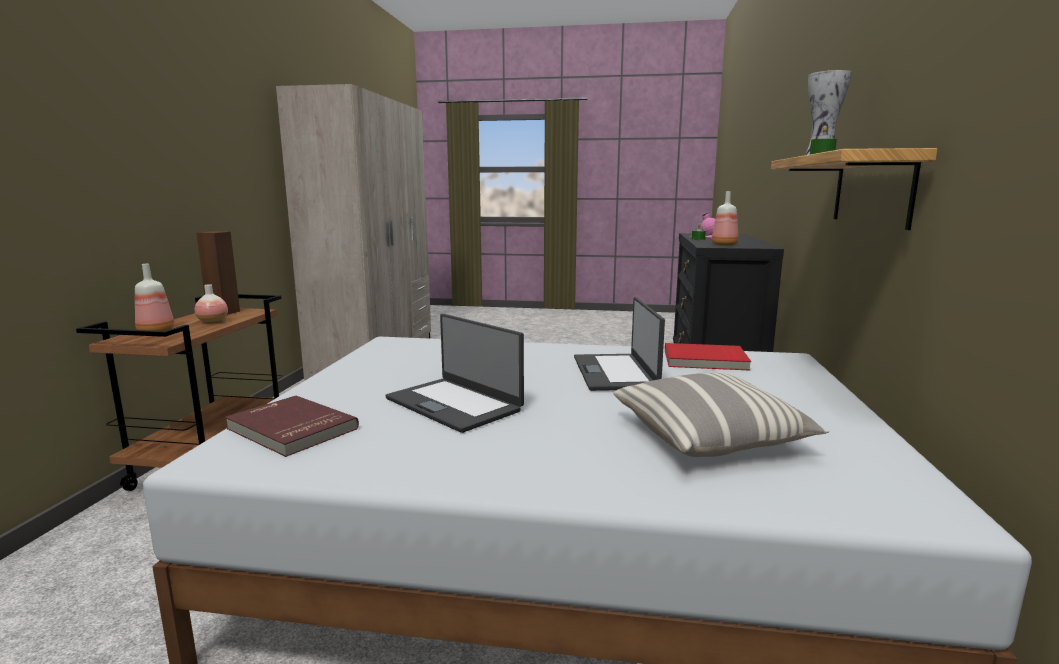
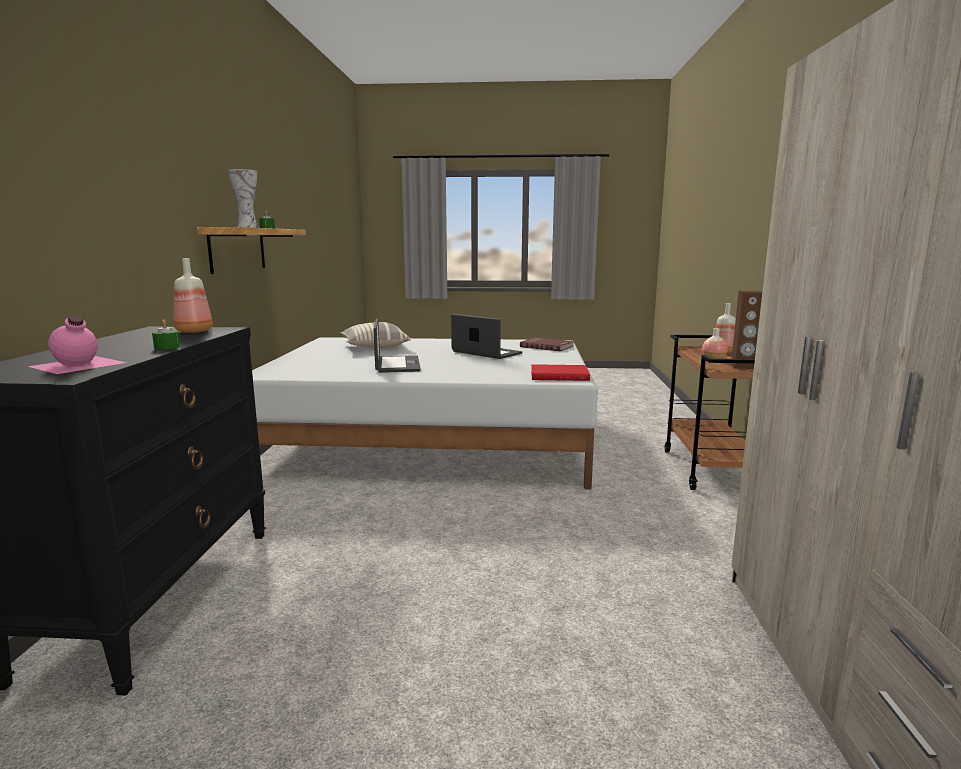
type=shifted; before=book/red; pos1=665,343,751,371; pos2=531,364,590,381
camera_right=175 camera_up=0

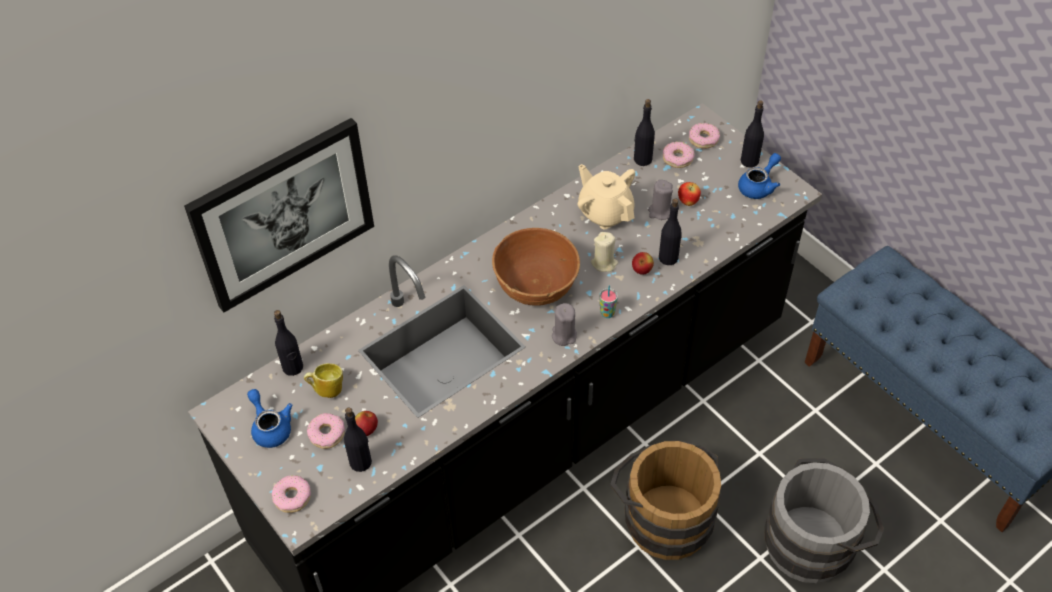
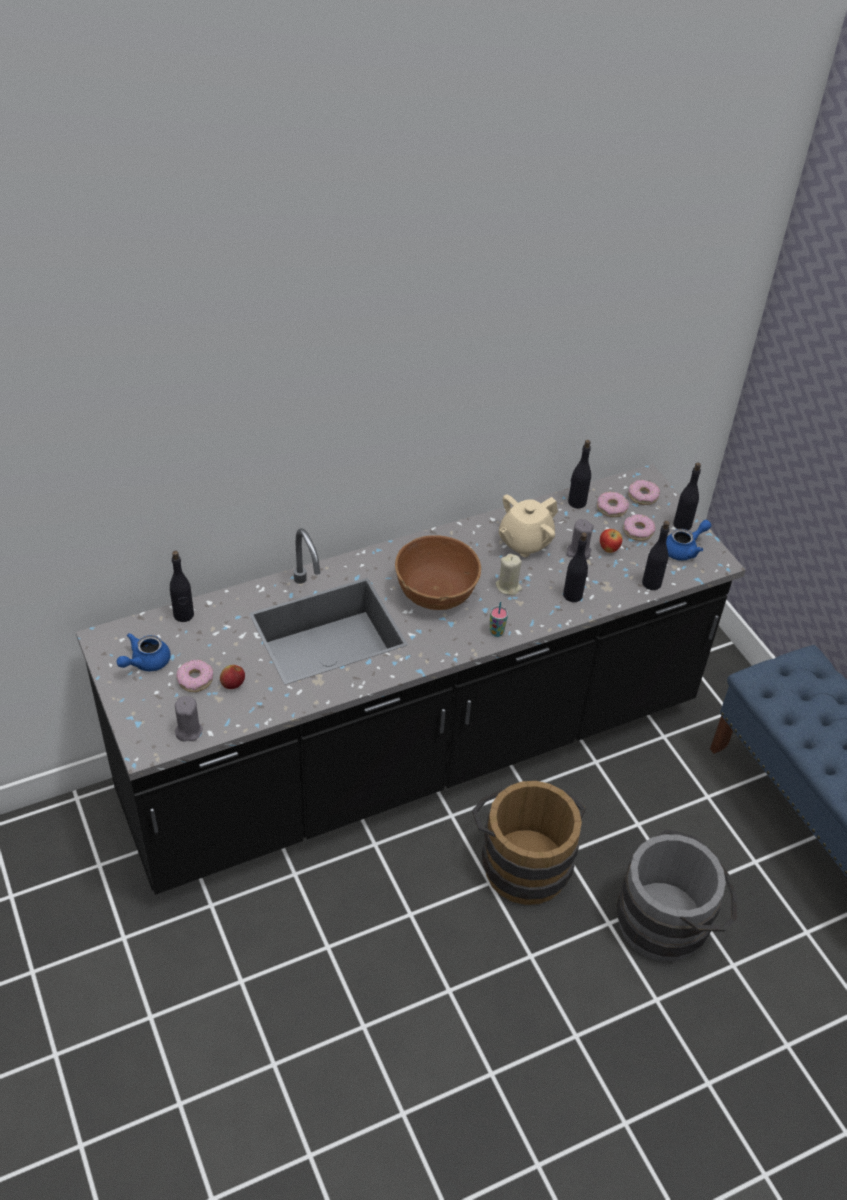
type=gone; before=picture; pos1=184,118,374,312
type=gone; before=mug; pos1=304,363,343,398
type=gone; before=apple; pos1=632,252,654,275
type=shifted; before=donut; pos1=272,475,311,513; pos2=623,514,655,541
type=shifted; before=bottle/black; pos1=344,408,372,472; pos2=642,521,670,590
type=shifted; before=candle/grey; pos1=552,303,577,346; pos2=175,696,203,741
type=rotated; before=teapot/blue; pos1=247,389,292,448; pos2=117,633,171,671; turn=-120
type=rotated; before=teapot/beige; pos1=578,164,635,229; pos2=499,494,558,557; turn=-105
camera_right=10 camera_up=-5

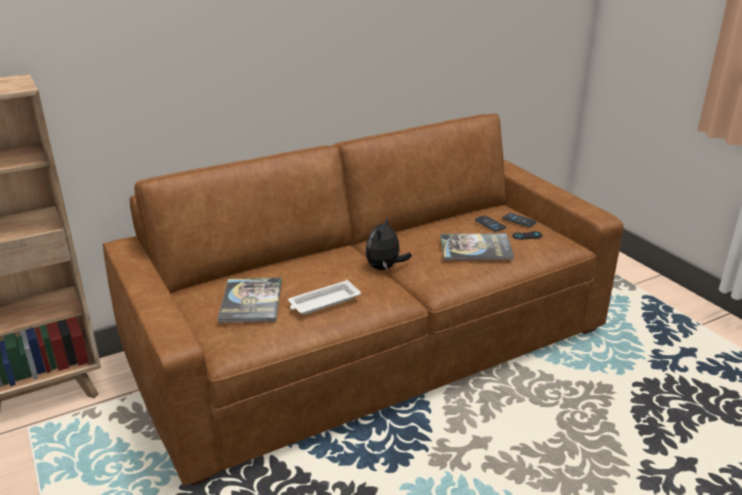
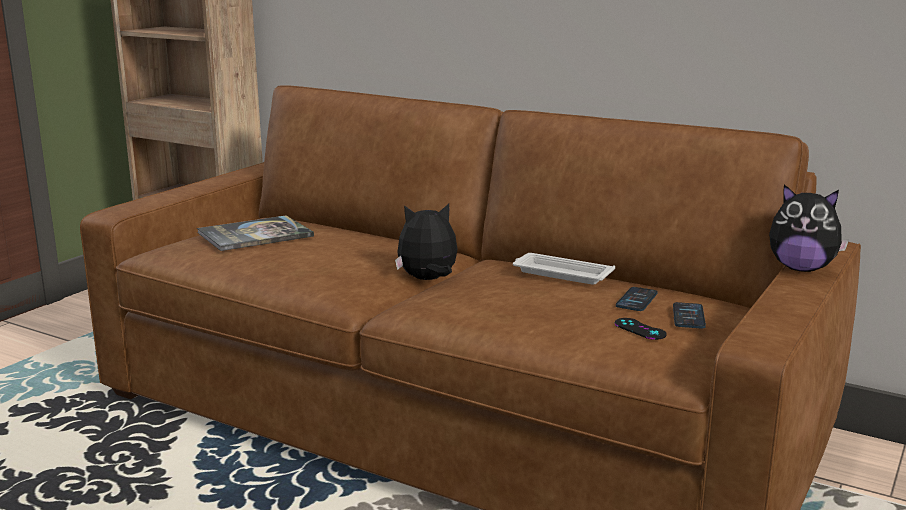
type=gone; before=book; pos1=440,233,514,260
type=new; after=plush toy; pos2=769,184,849,272
type=shifted; before=tray/white; pos1=288,280,361,315; pos2=513,253,615,285
camera_right=60 camera_up=-10

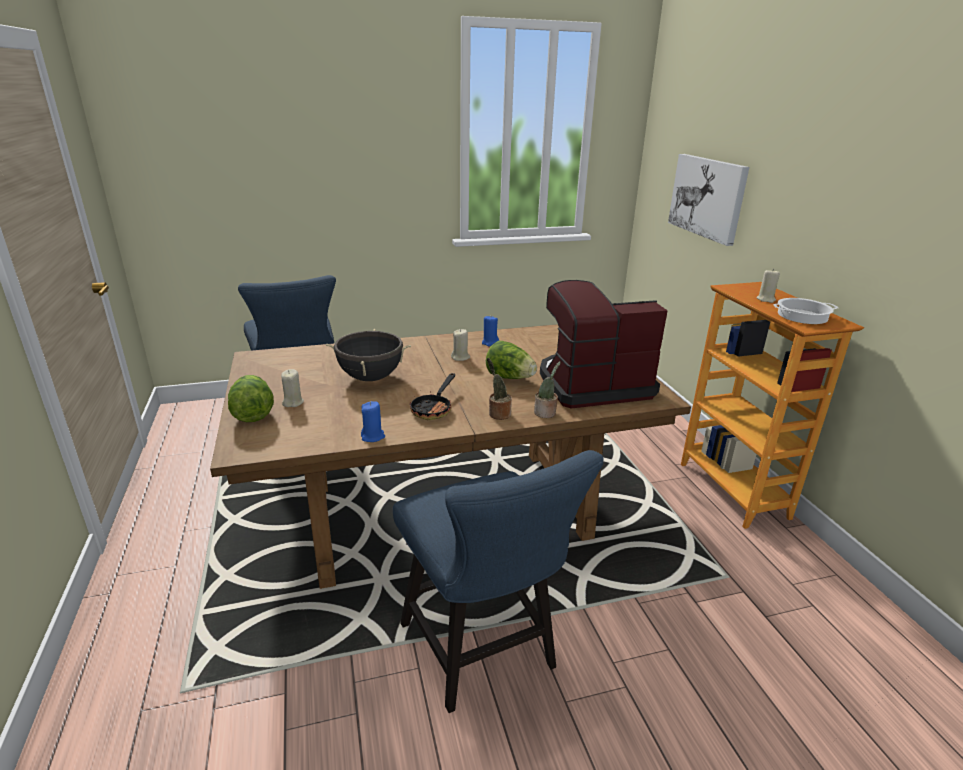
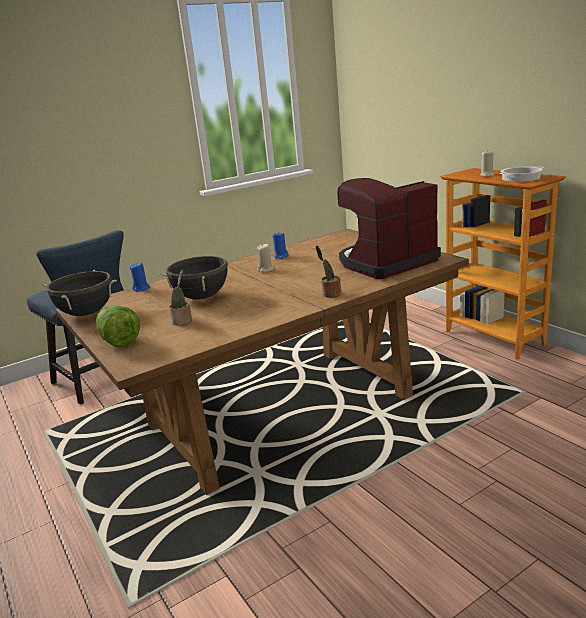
type=gone; before=candle/beige; pos1=281,369,304,407
type=gone; before=chair/blue; pos1=393,450,604,713
type=gone; before=frying pan; pos1=410,373,455,420
type=gone; before=lettuce; pos1=486,341,537,379
type=gone; before=picture; pos1=668,154,749,246
type=new; after=cooking pot/black; pos2=42,270,117,316
type=shifted; before=candle/blue; pos1=361,401,385,442; pos2=130,263,150,292
type=shifted; before=potted plant; pos1=534,361,561,418; pos2=169,270,192,326
camera_right=-15 camera_up=-5

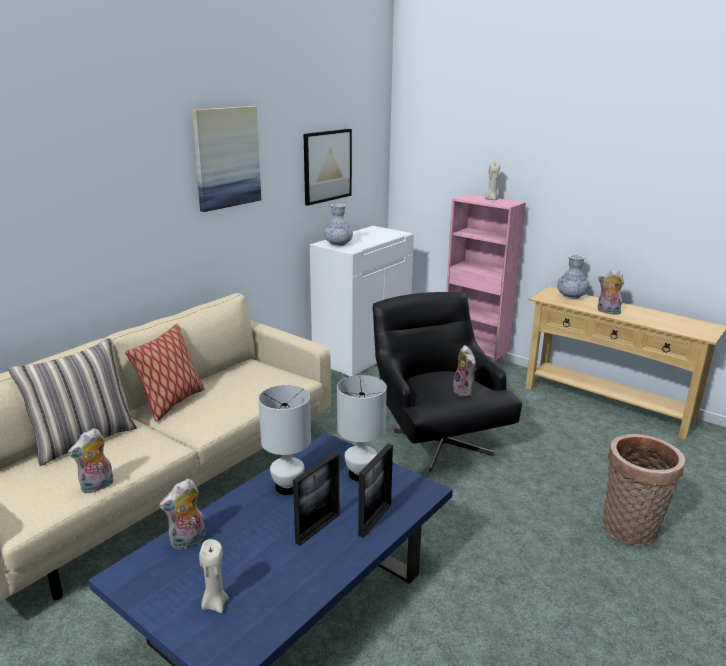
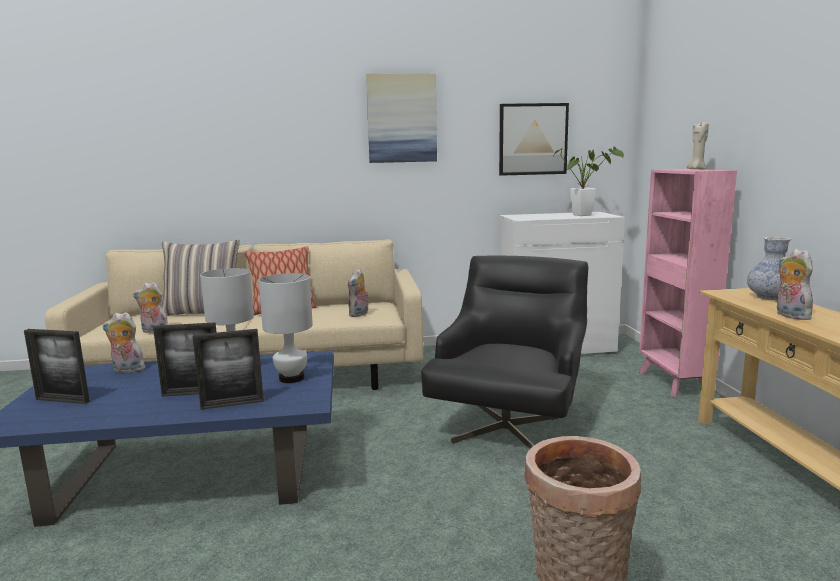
type=gone; before=vase; pos1=324,204,353,246
type=new; after=potted plant; pos2=553,146,624,216
type=shifted; before=plush toy; pos1=453,345,476,397; pos2=348,268,368,317
type=swapped; before=candle/beige; after=picture frame; pos1=199,539,229,613; pos2=24,329,90,404
camera_right=45 camera_up=-10

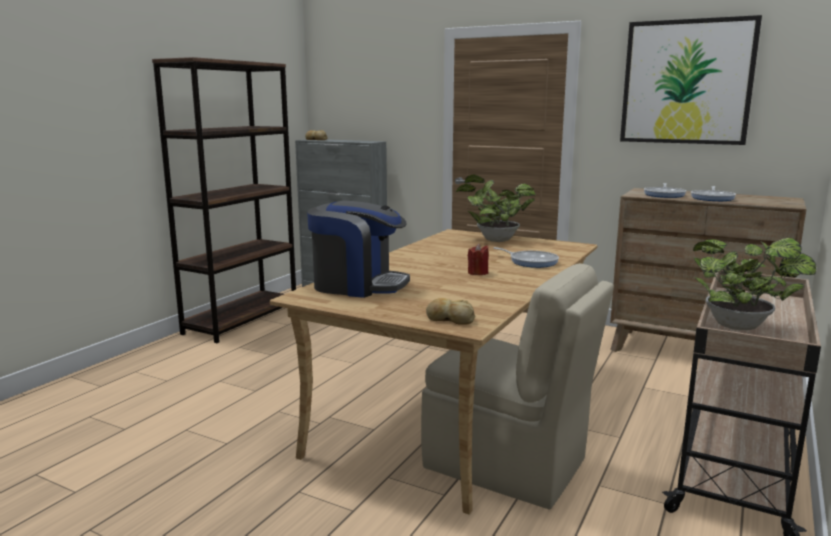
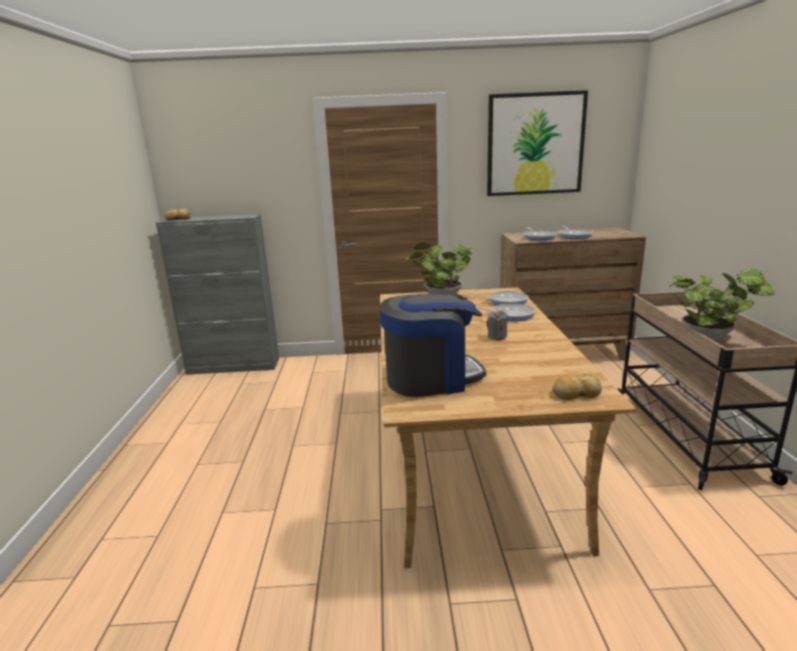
type=gone; before=bookcase/brown; pos1=152,57,296,343
type=gone; before=chair/beige; pos1=421,263,614,509
type=new; after=frying pan; pos2=469,291,528,305
type=repainted; before=candle/red; after=candle/grey; pos1=468,244,489,275; pos2=487,310,507,340
camera_right=-30 camera_up=5

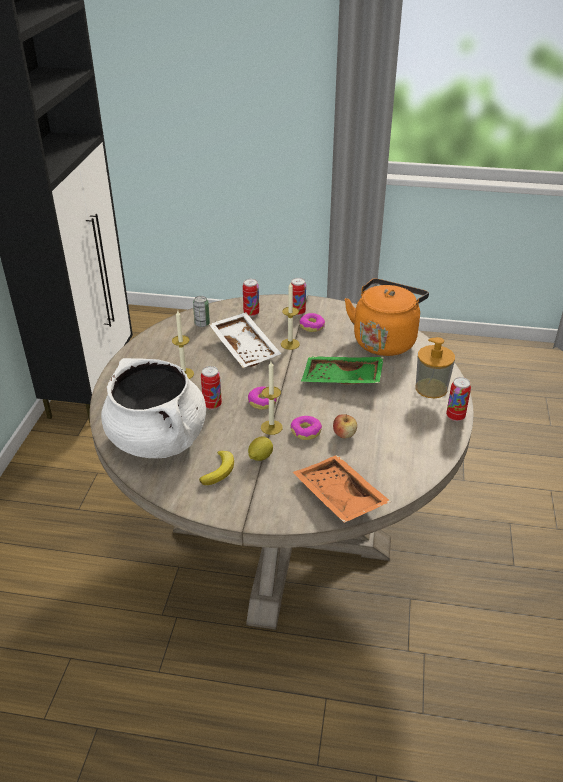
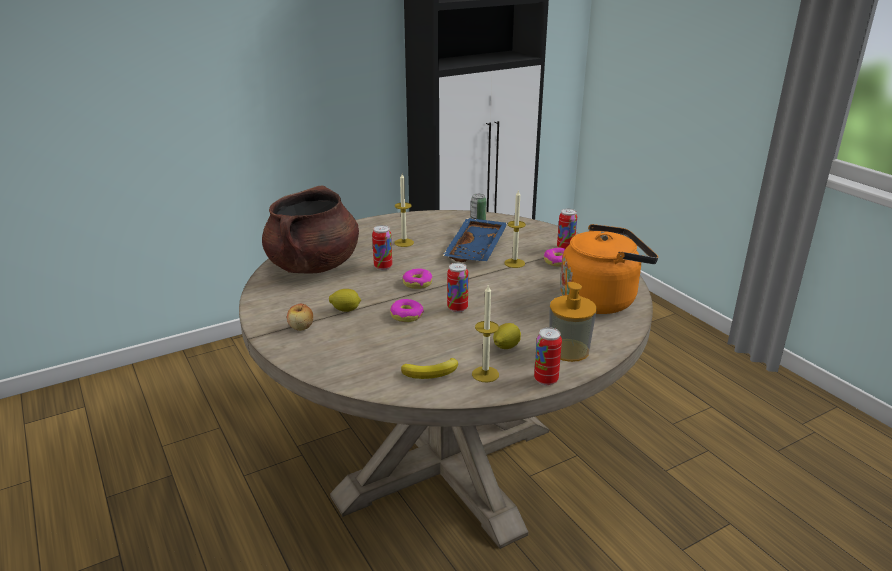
type=gone; before=tray/orange; pos1=293,455,391,523
type=gone; before=tray/green; pos1=301,356,384,385
type=new; after=lemon; pos2=493,323,521,349
type=shifted; before=banana; pos1=199,451,234,485; pos2=401,358,458,379
type=shifted; before=can; pos1=243,279,259,317; pos2=447,263,469,313
type=shifted; before=candle; pos1=261,361,283,435; pos2=472,285,499,382
type=shifted; before=apple; pos1=333,414,357,438; pos2=287,304,313,331
type=repainted; before=cooking pot/white; after=cooking pot/brown; pos1=101,358,206,458; pos2=262,185,359,274
type=repainted; before=tray/white; after=tray/blue; pos1=209,312,281,368; pos2=443,218,508,262
camera_right=50 camera_up=-10

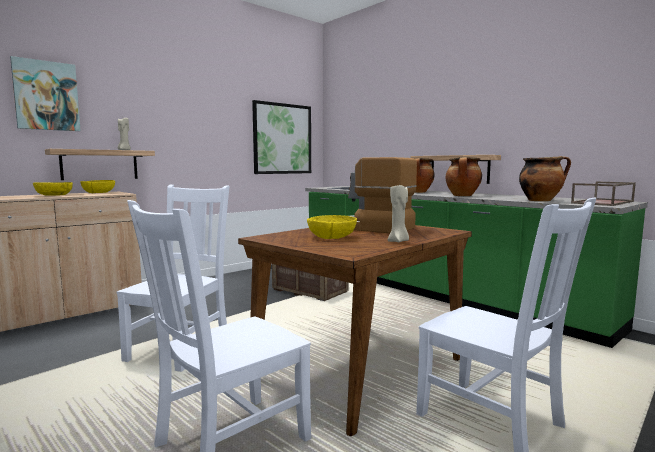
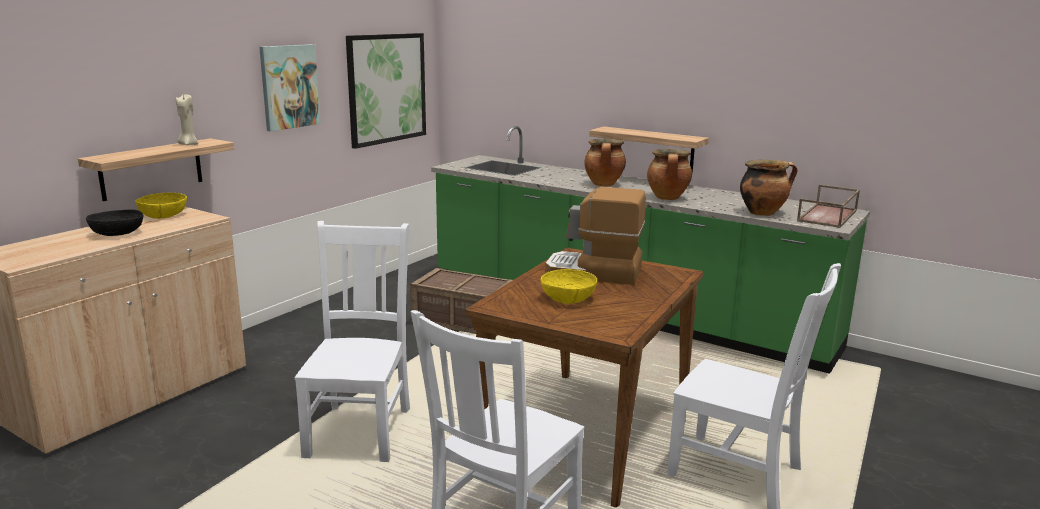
type=gone; before=candle/beige; pos1=388,185,409,242
type=shifted; before=picture; pos1=10,56,81,131; pos2=259,44,321,132
type=repainted; before=bowl/yellow; after=bowl/black; pos1=33,182,73,196; pos2=86,209,144,236
camera_right=-15 camera_up=10

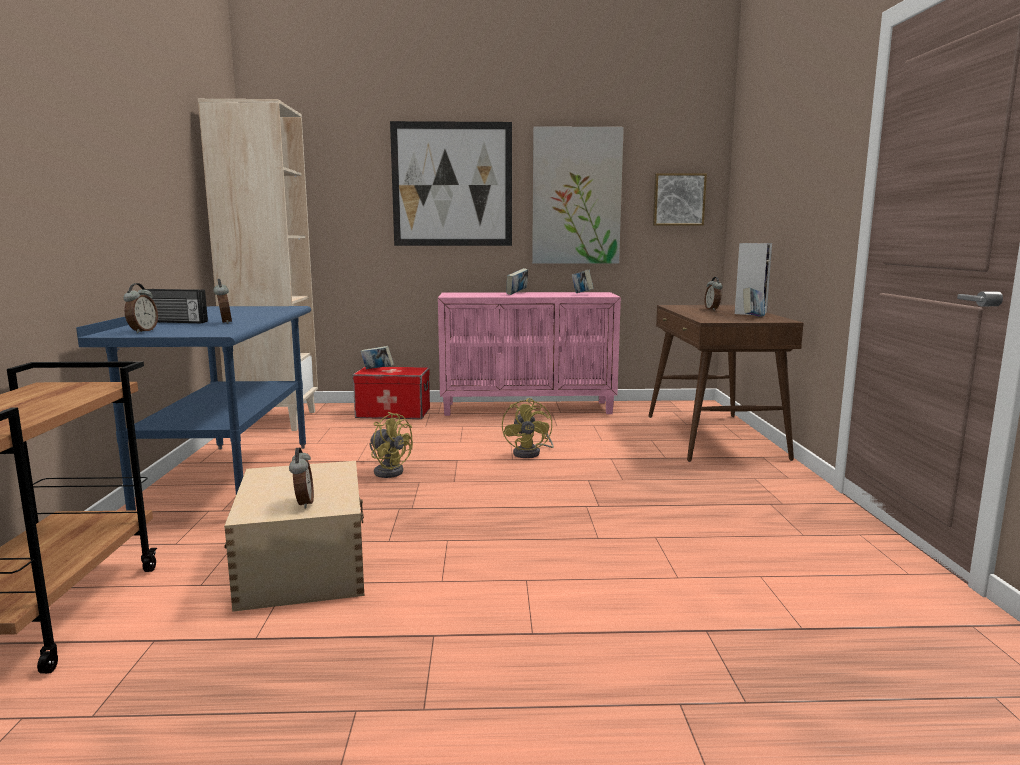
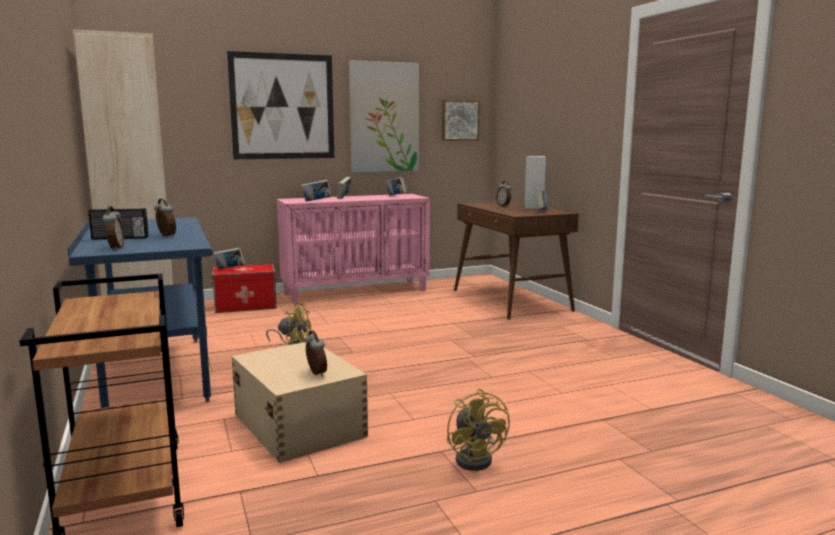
type=new; after=book; pos2=302,180,331,201
type=shifted; before=fan/yellow; pos1=502,398,554,458; pos2=447,389,510,471
camera_right=-20 camera_up=0

